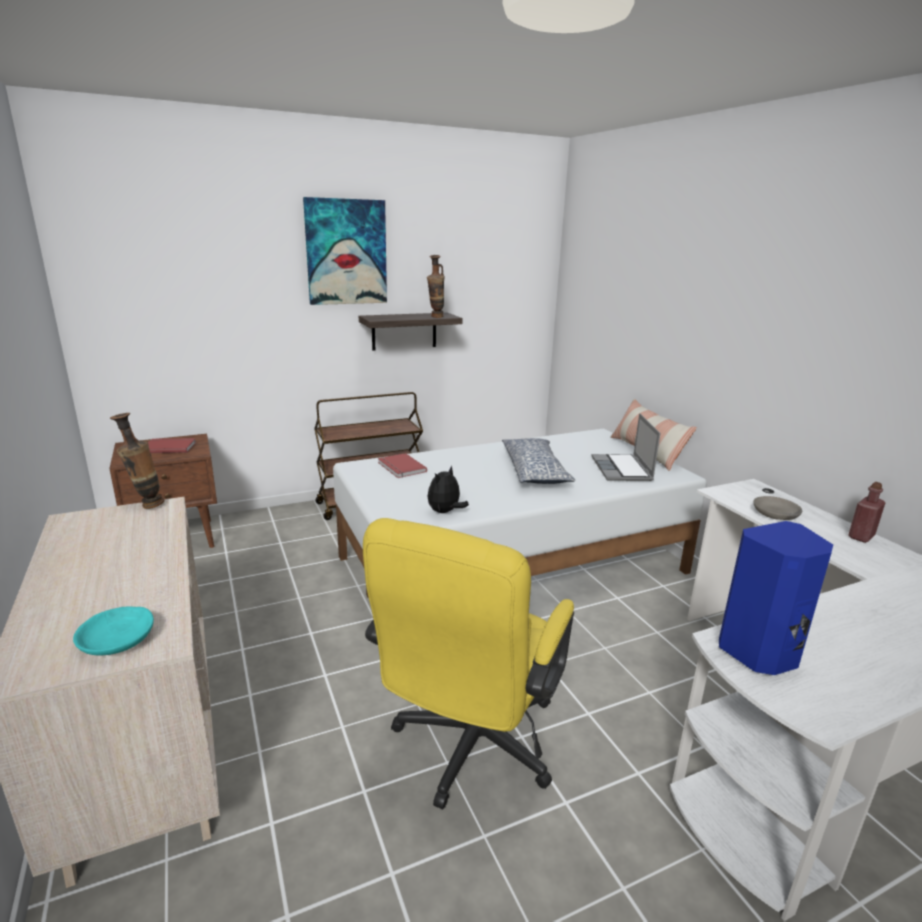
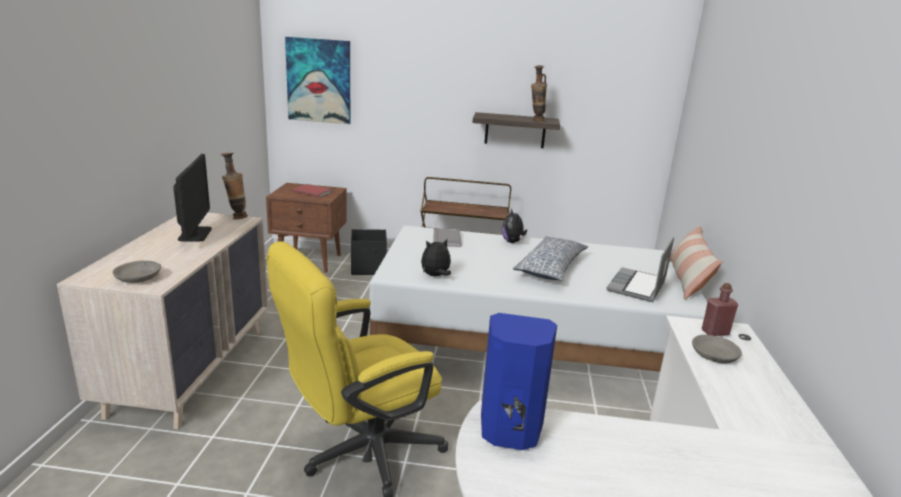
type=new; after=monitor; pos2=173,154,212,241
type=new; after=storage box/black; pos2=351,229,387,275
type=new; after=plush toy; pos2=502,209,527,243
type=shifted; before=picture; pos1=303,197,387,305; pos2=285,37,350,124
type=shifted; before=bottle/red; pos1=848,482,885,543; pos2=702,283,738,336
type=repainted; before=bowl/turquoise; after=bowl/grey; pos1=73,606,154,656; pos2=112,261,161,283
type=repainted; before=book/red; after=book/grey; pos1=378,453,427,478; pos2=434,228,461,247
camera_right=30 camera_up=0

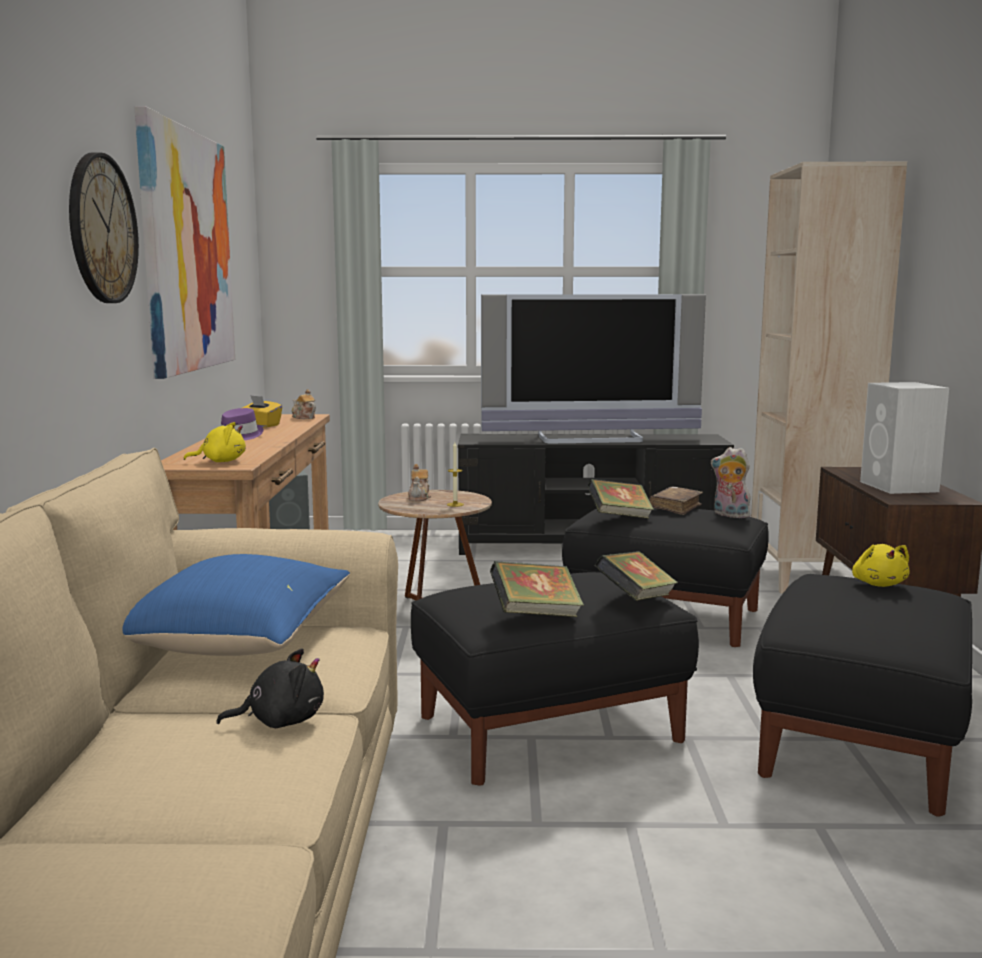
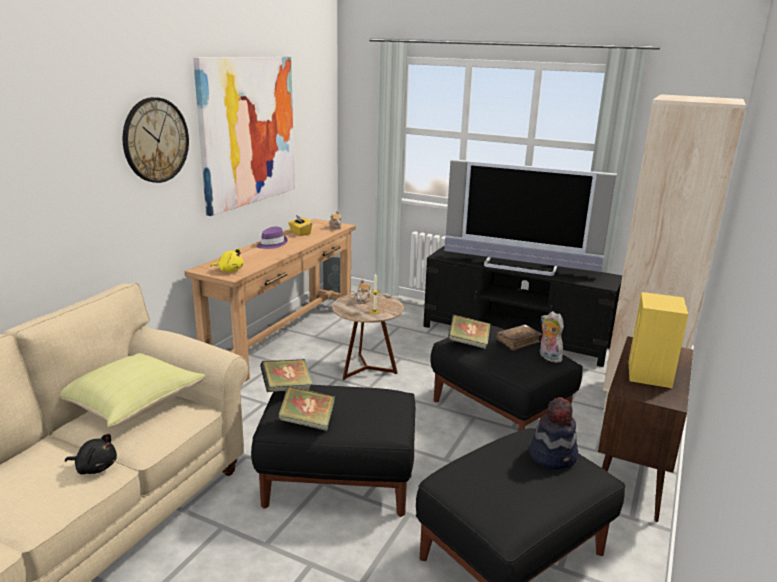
type=shifted; before=book; pos1=594,551,678,601; pos2=260,359,313,392
type=swapped; before=plush toy/yellow; after=hat; pos1=852,544,910,587; pos2=529,397,578,469
type=repainted; before=pillow/blue; after=pillow/yellow; pos1=122,554,350,656; pos2=60,353,206,428
type=repainted; before=speaker/white; after=speaker/yellow; pos1=860,382,949,494; pos2=629,292,688,388
camera_right=25 camera_up=10

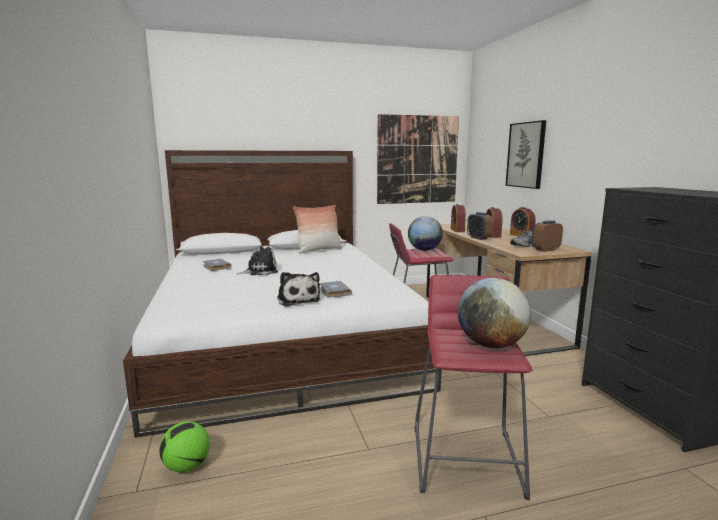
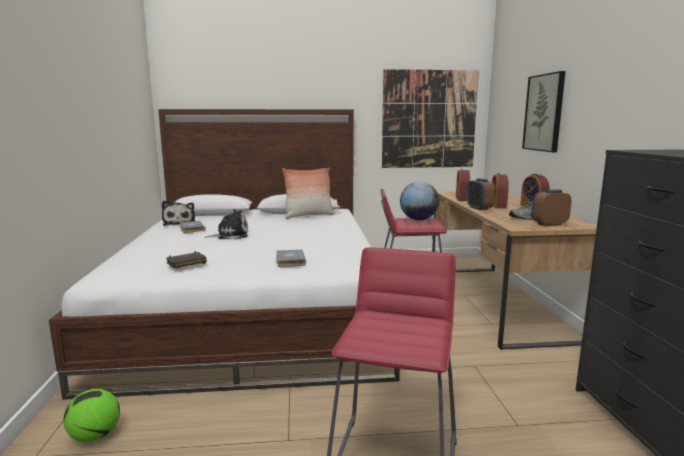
type=gone; before=globe; pos1=458,278,531,348
type=new; after=book/black; pos2=166,251,207,269
type=shifted; before=plush toy; pos1=277,272,320,307; pos2=162,201,195,226
camera_right=10 camera_up=0

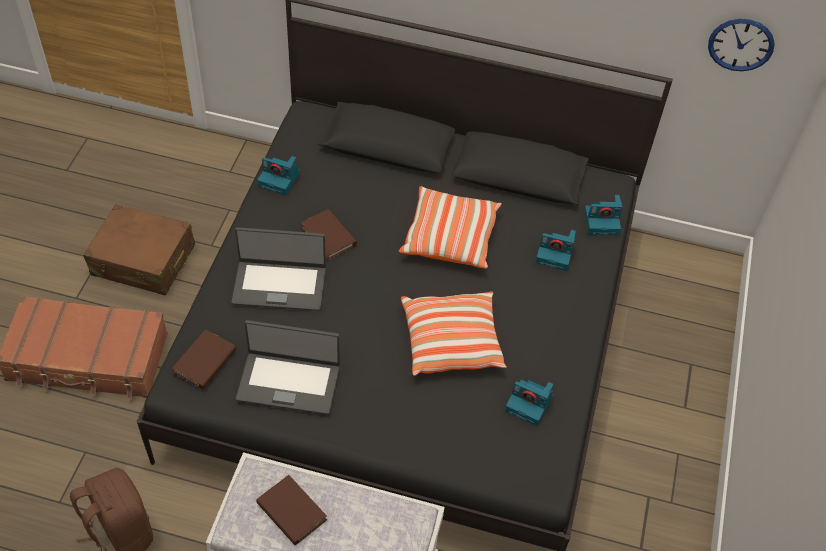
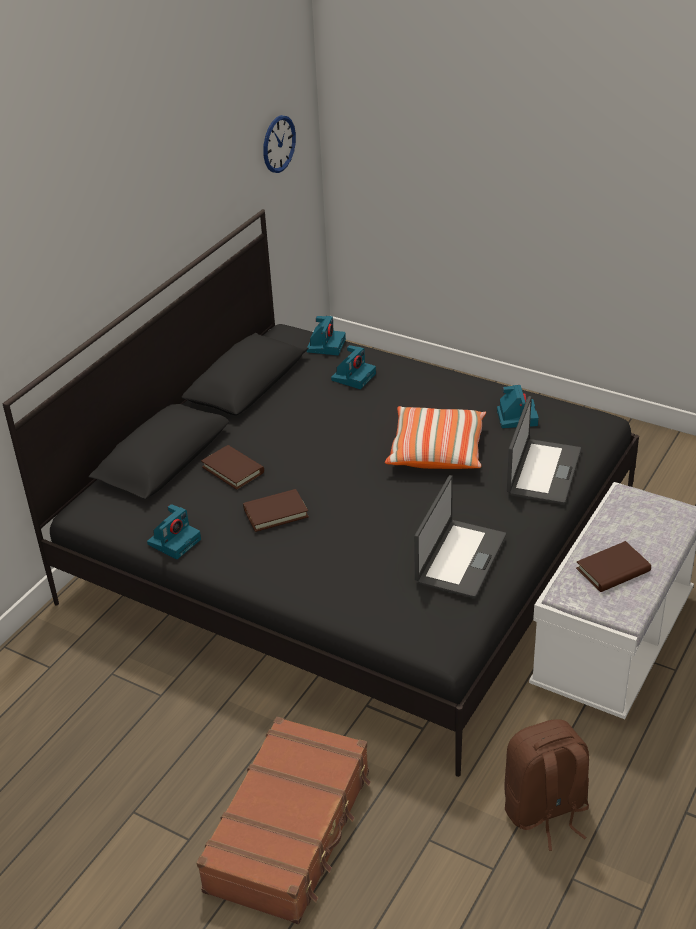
type=gone; before=suitcase/brown; pos1=83,204,195,296
type=gone; before=pillow; pos1=399,186,502,269
type=shifted; before=book/brown; pos1=172,329,237,390; pos2=201,445,264,490
type=shifted; before=laptop; pos1=231,227,326,311; pos2=507,396,581,504
type=rotated; before=photo camera; pos1=505,380,553,426; pos2=497,385,538,428; turn=-45
camera_right=-70 camera_up=-15

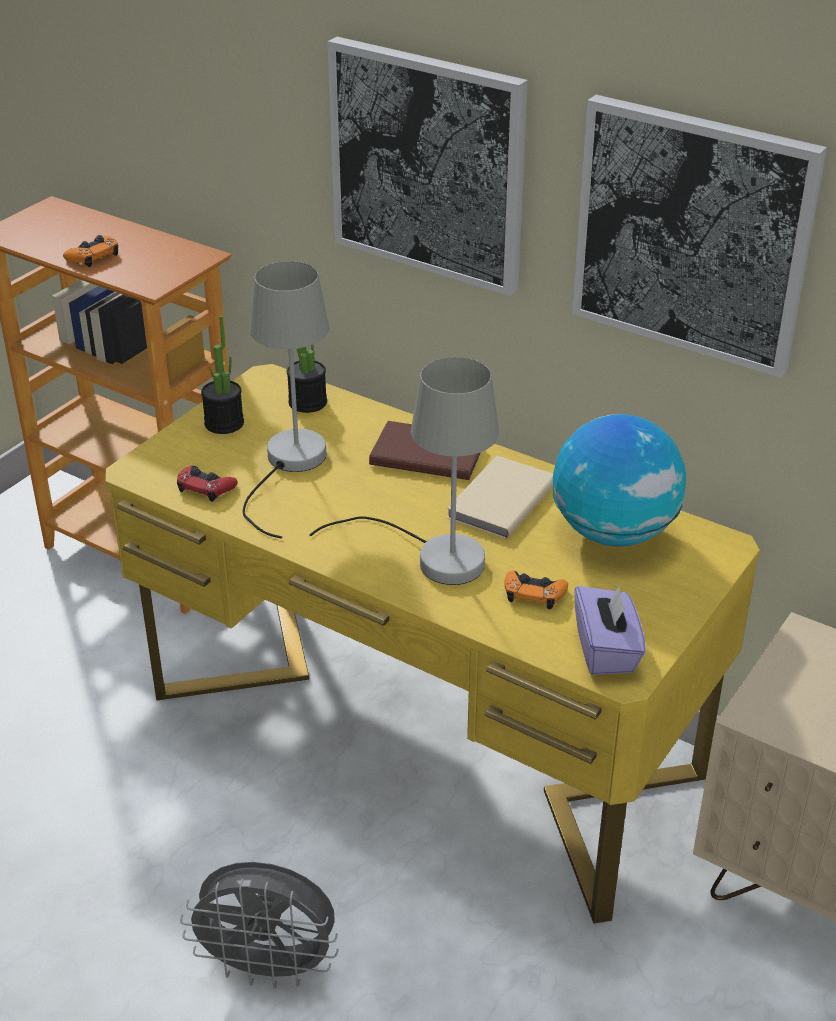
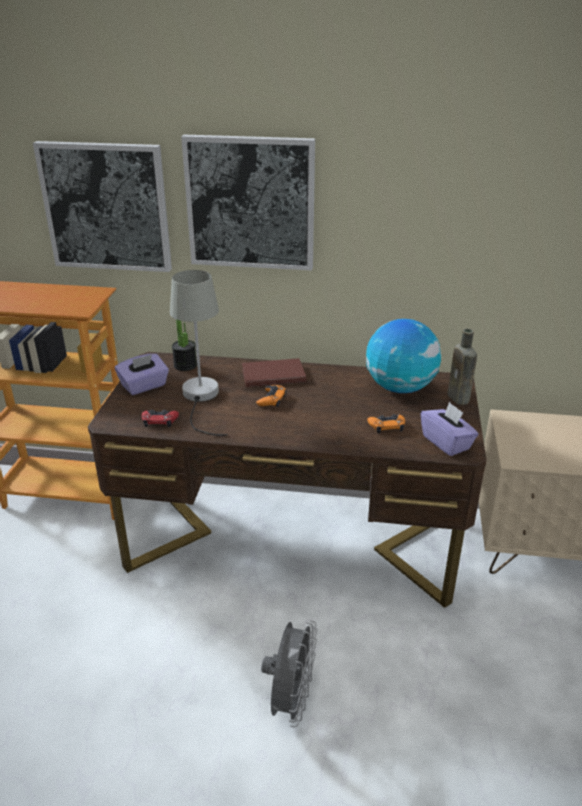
type=gone; before=table lamp/grey; pos1=309,357,499,585
type=gone; before=book/beige; pos1=447,456,553,539
type=new; after=bottle/brown; pos2=447,328,477,405
type=shifted; before=game controller/orange; pos1=63,235,118,267; pos2=256,385,286,407
type=shifted; before=picture; pos1=572,95,827,378; pos2=33,141,172,272
type=swapped; before=potted plant; after=tissue box/purple; pos1=201,316,244,434; pos2=115,354,169,395
type=repainted; before=desk/yellow; after=desk/brown; pos1=105,364,760,923; pos2=88,352,486,608
type=rotated; before=fan/grey; pos1=180,862,339,989; pos2=261,620,317,727; turn=-60
camera_right=-25 camera_up=-5

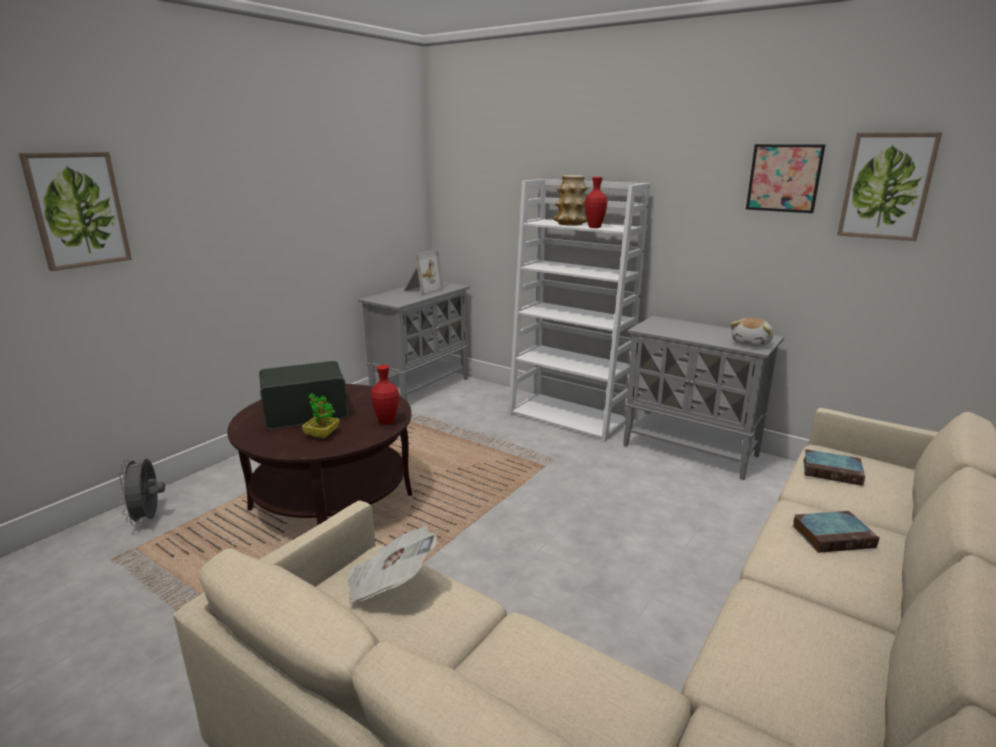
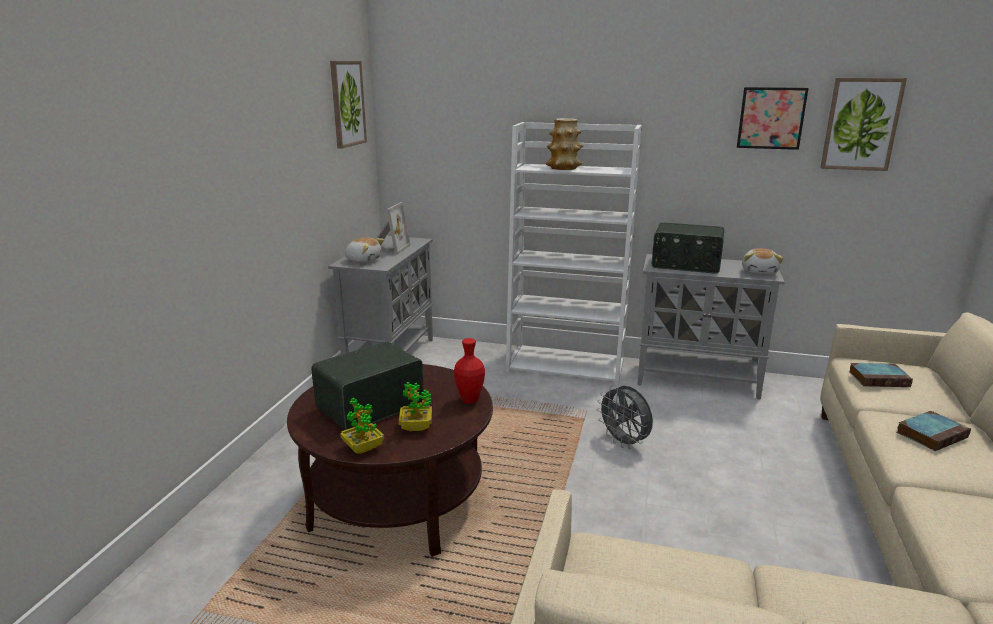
type=gone; before=newspaper; pos1=347,526,437,604
type=gone; before=vase/red; pos1=585,177,607,228
type=new; after=potted plant; pos2=340,398,384,454
type=new; after=plush toy; pos2=344,237,384,263
type=new; after=radio; pos2=652,222,724,274
type=shifted; before=picture; pos1=19,152,132,271; pos2=330,61,367,149
type=shifted; before=fan/grey; pos1=118,456,165,526; pos2=597,385,653,449
camera_right=-20 camera_up=0

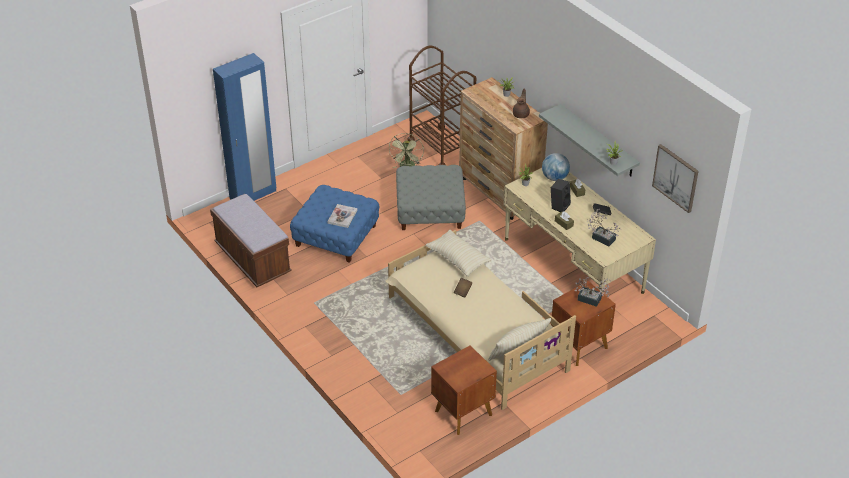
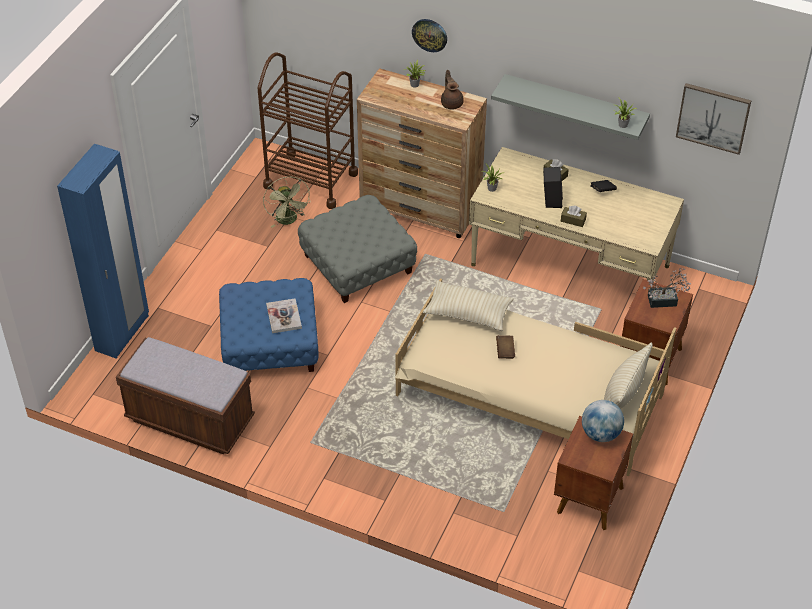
type=gone; before=potted plant; pos1=587,209,621,247
type=new; after=wall clock; pos2=412,19,447,52
type=shifted; before=globe; pos1=542,153,570,181; pos2=582,400,624,442
camera_right=-30 camera_up=5

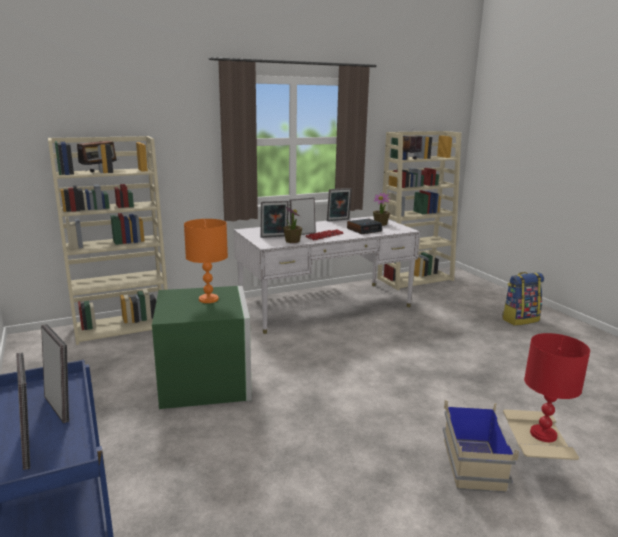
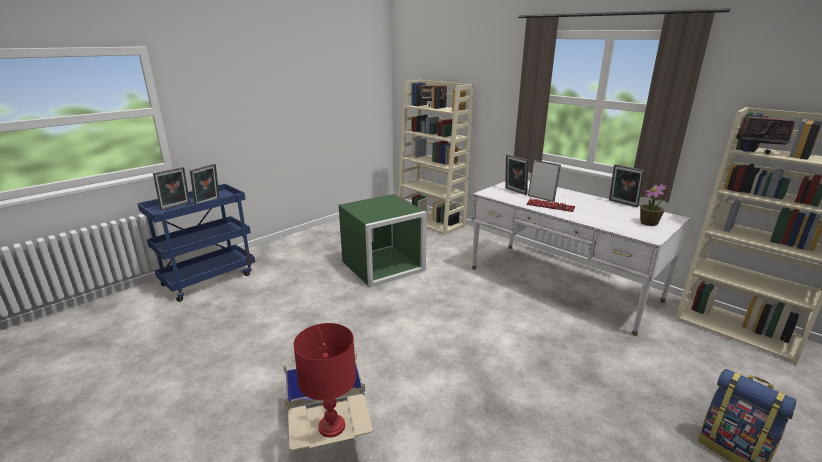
type=gone; before=table lamp/orange; pos1=184,219,228,303
type=gone; before=potted plant; pos1=283,207,302,243
type=gone; before=alarm clock; pos1=347,219,382,234
camera_right=70 camera_up=5

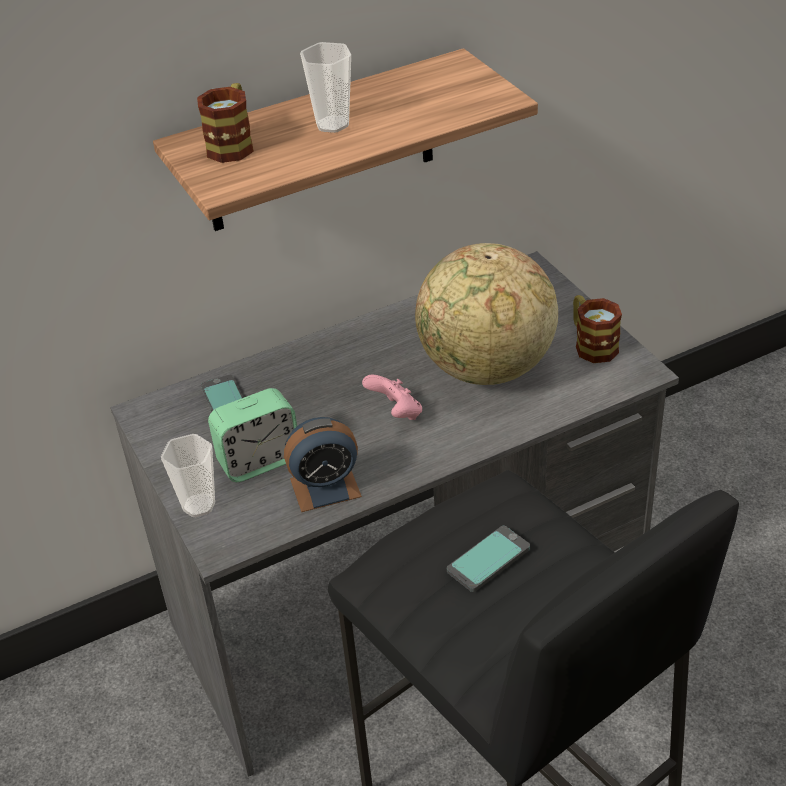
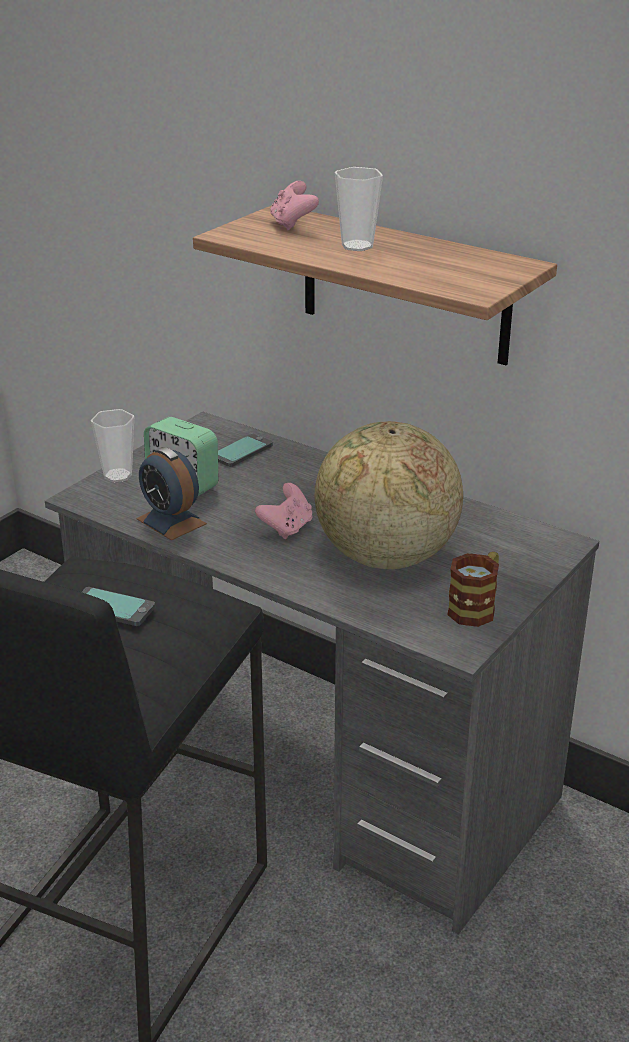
type=swapped; before=mug; after=game controller/pink; pos1=197,83,254,163; pos2=270,181,319,230
camera_right=60 camera_up=-10

